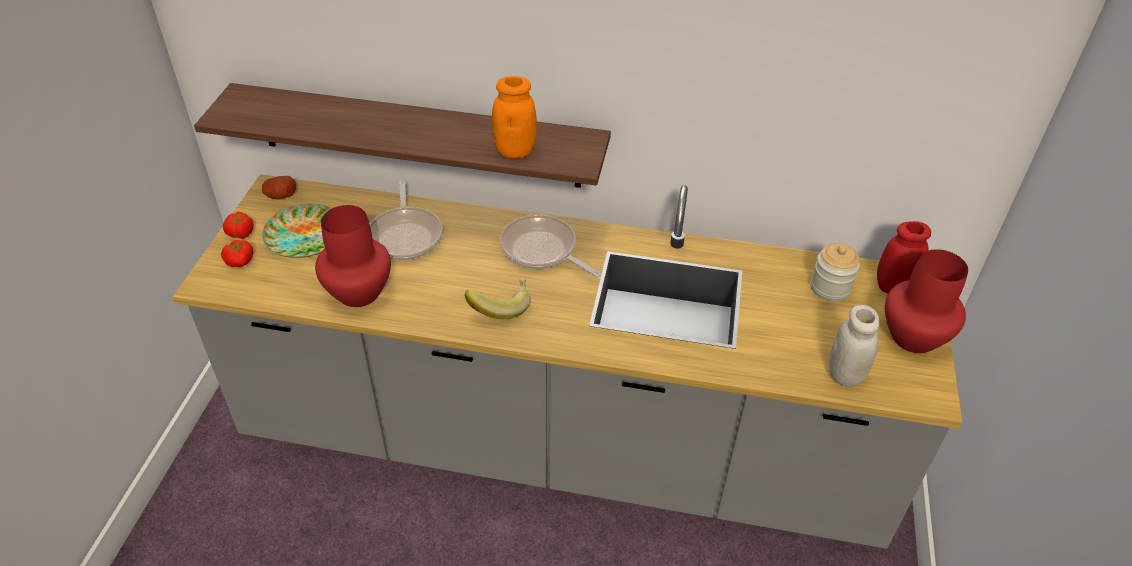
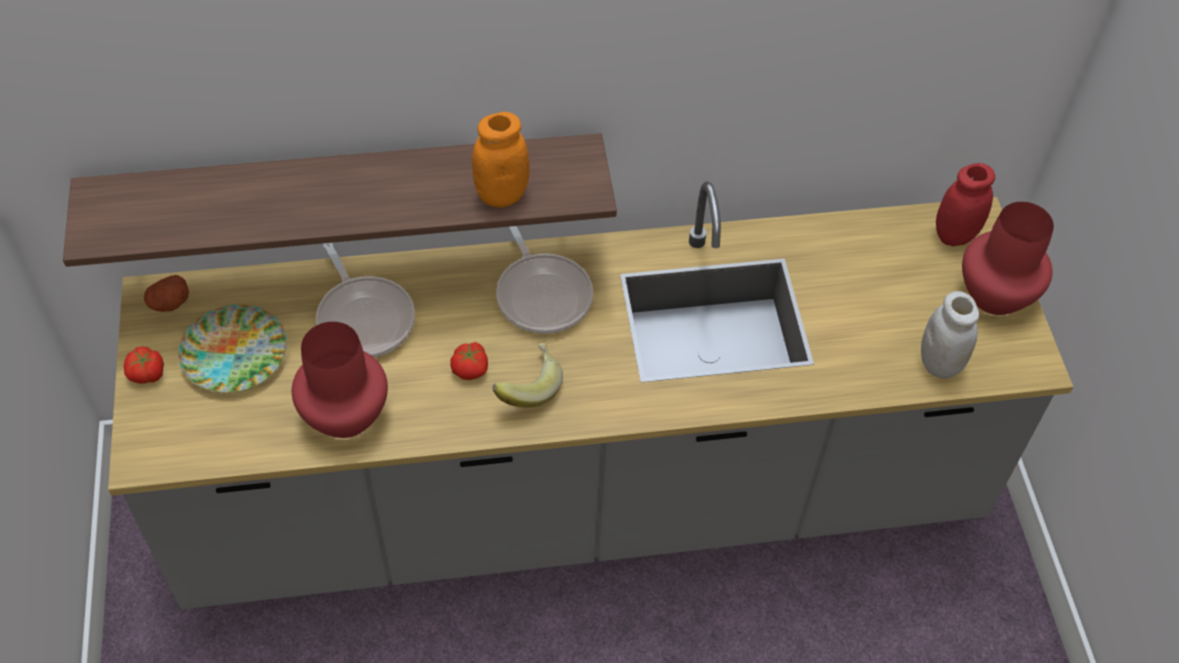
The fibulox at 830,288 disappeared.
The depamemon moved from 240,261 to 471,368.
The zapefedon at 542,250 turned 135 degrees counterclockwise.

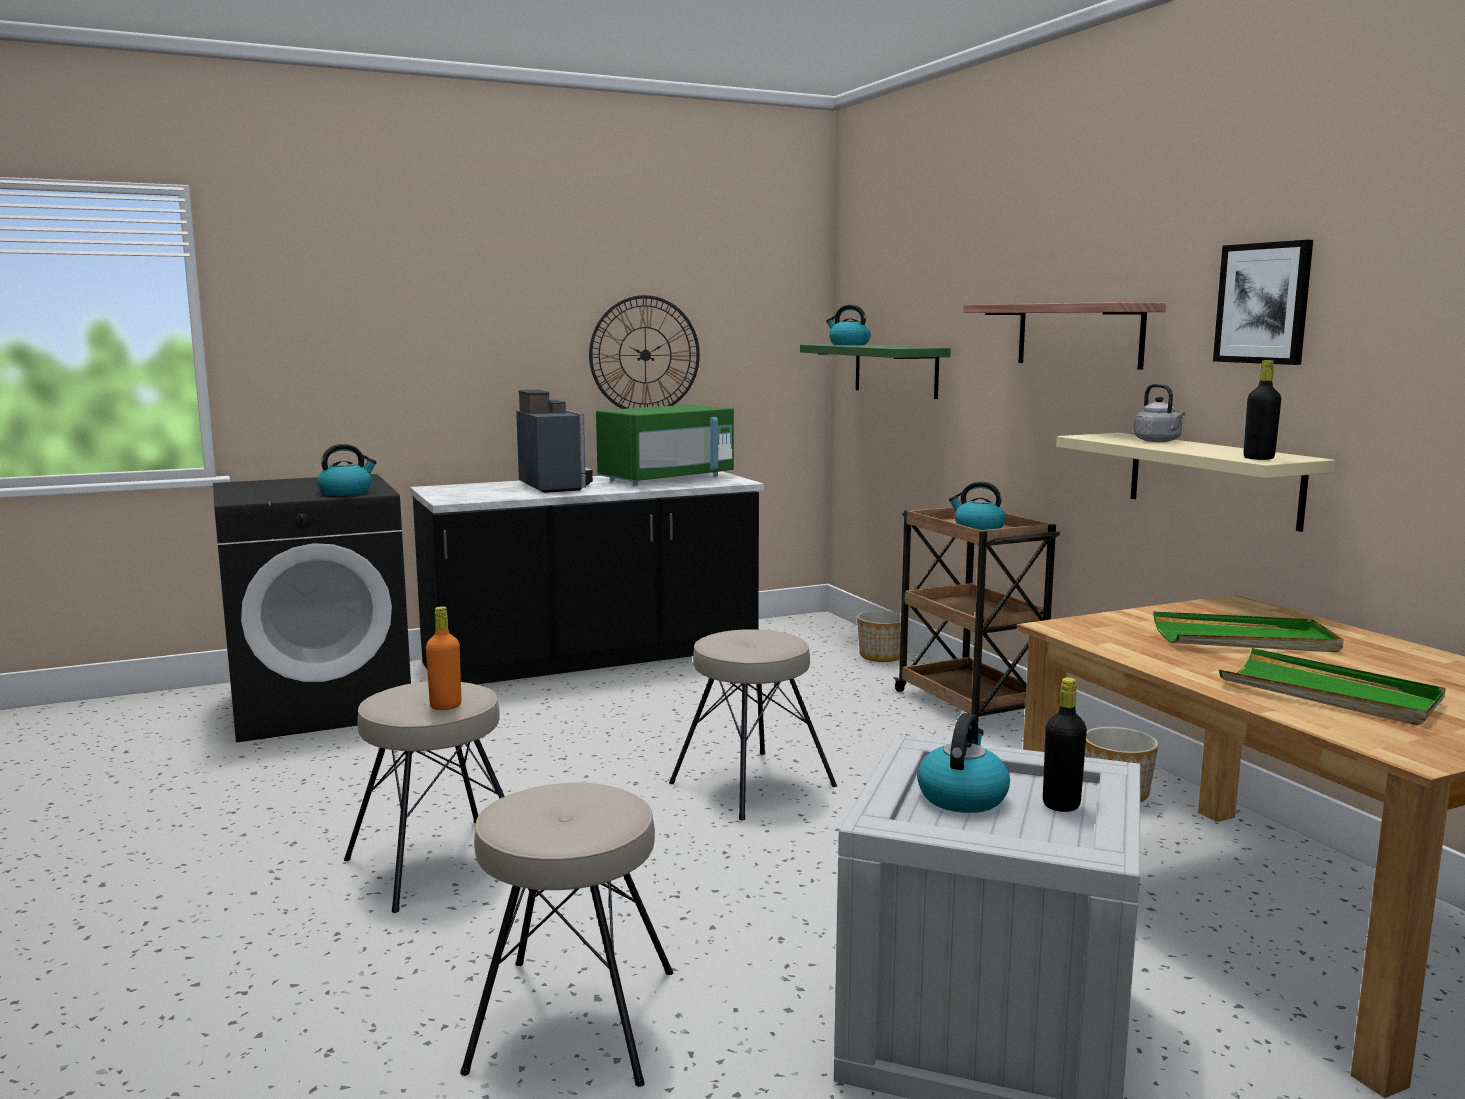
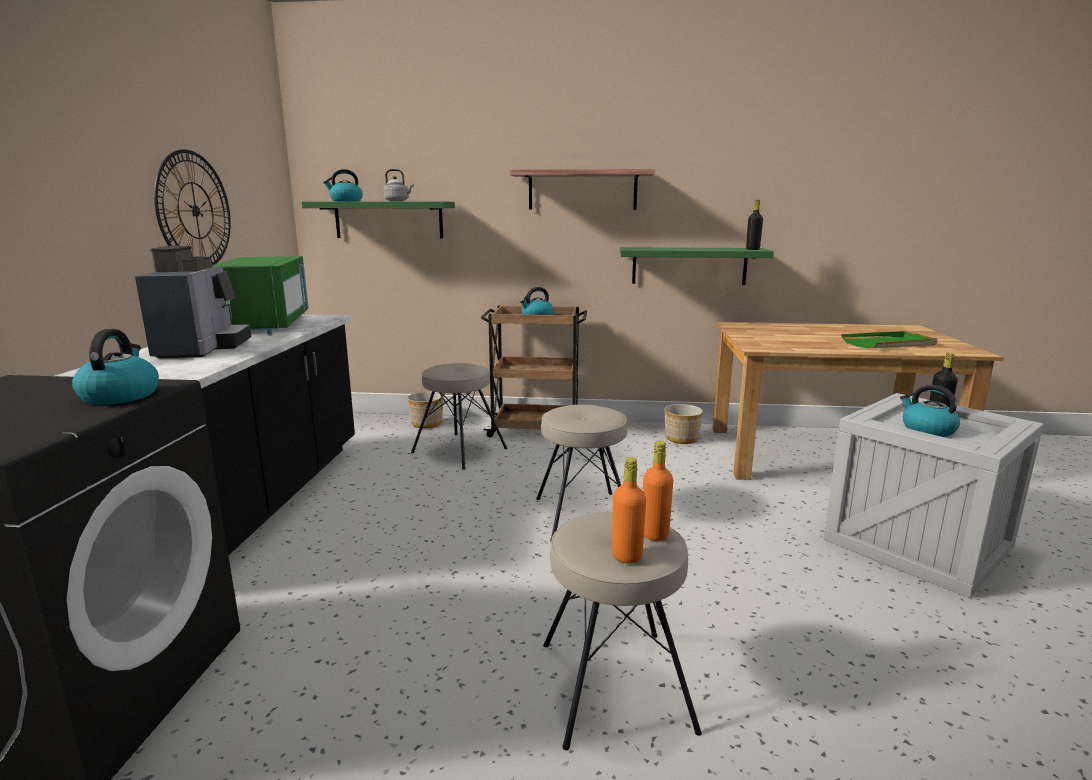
The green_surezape at 1245,639 disappeared.
The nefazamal at 1263,303 disappeared.
The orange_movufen at 627,556 appeared.
The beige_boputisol moved from 571,1019 to 459,451.
The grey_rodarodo moved from 1158,441 to 398,201.
The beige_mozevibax at 1213,479 became the green_mozevibax at 689,266.
The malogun at 556,486 turned 75 degrees clockwise.

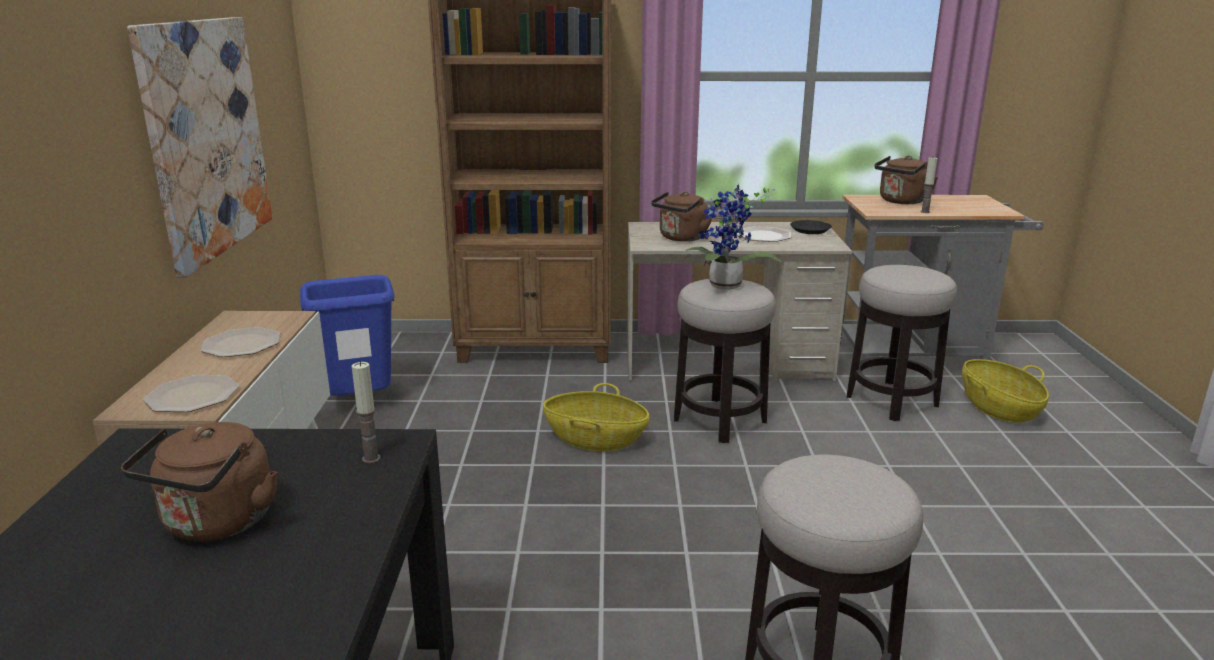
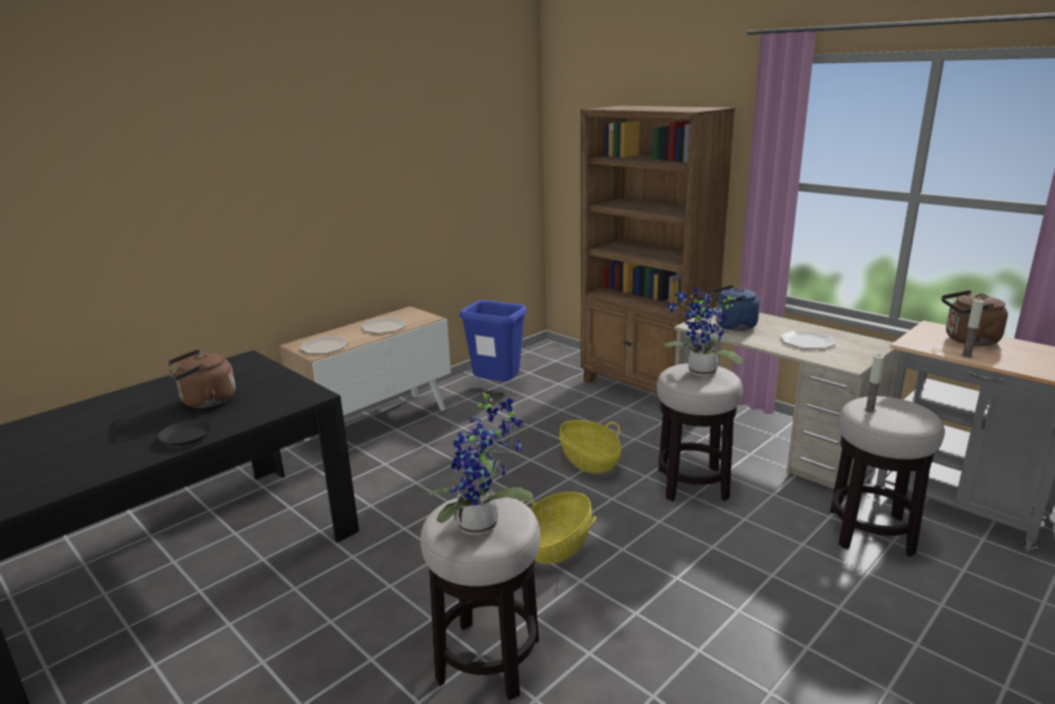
The nefazamal at 206,138 disappeared.
The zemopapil at 483,525 appeared.
The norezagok moved from 371,458 to 870,410.
The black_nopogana moved from 810,230 to 187,437.
The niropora moved from 998,408 to 557,544.
The brown_rodarodo at 681,238 became the blue_rodarodo at 732,326.

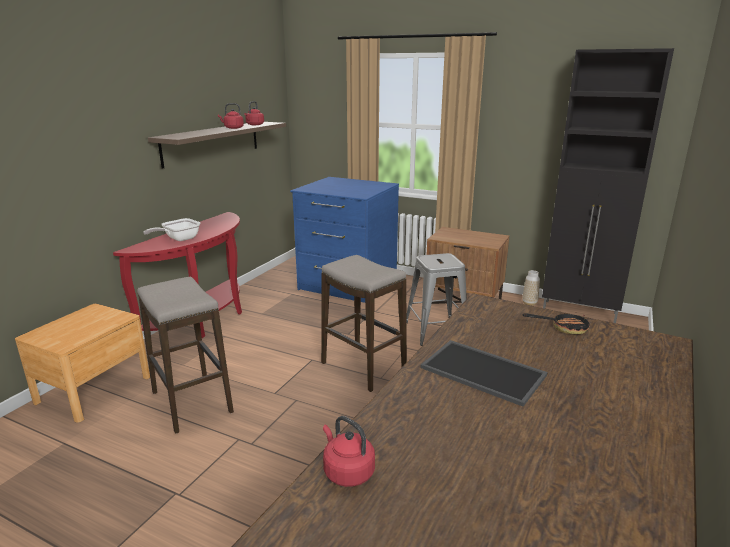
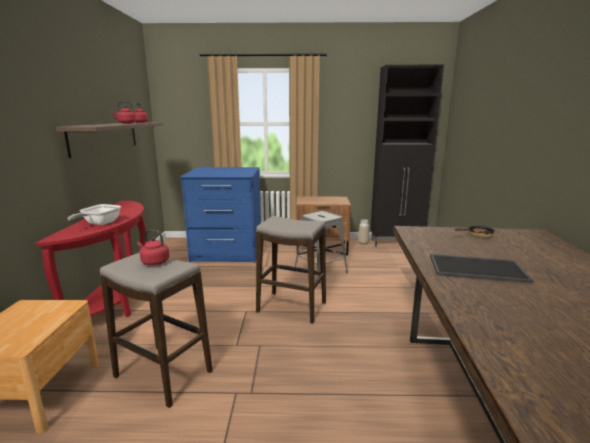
The red_rodarodo moved from 347,471 to 154,262.

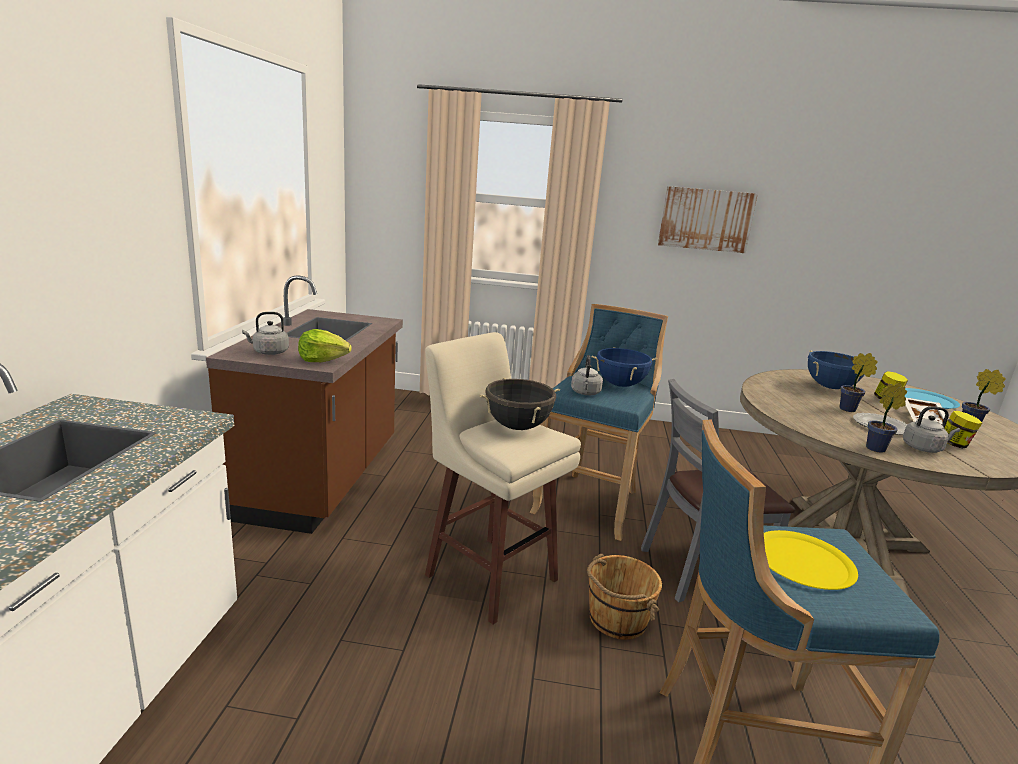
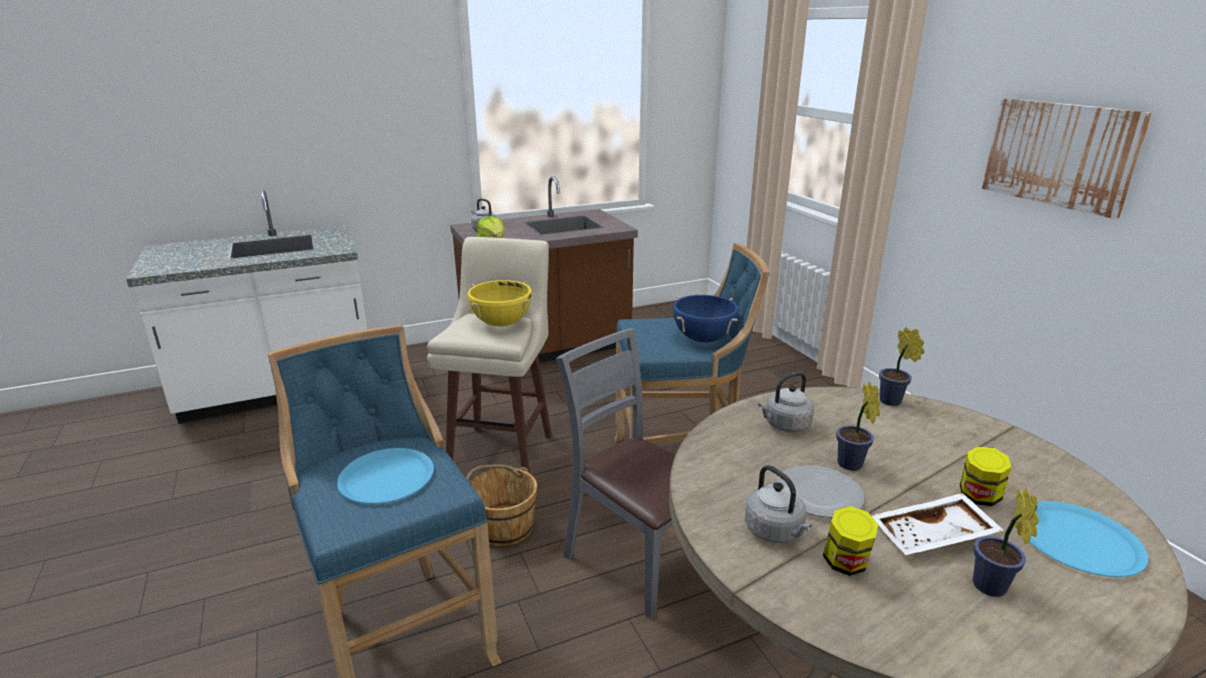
The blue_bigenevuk at 830,387 disappeared.
The grey_rodarodo moved from 585,393 to 785,425.
The zemopapil moved from 878,449 to 892,402.
The black_bigenevuk at 517,427 became the yellow_bigenevuk at 501,323.
The yellow_nopogana at 803,561 became the blue_nopogana at 387,477.

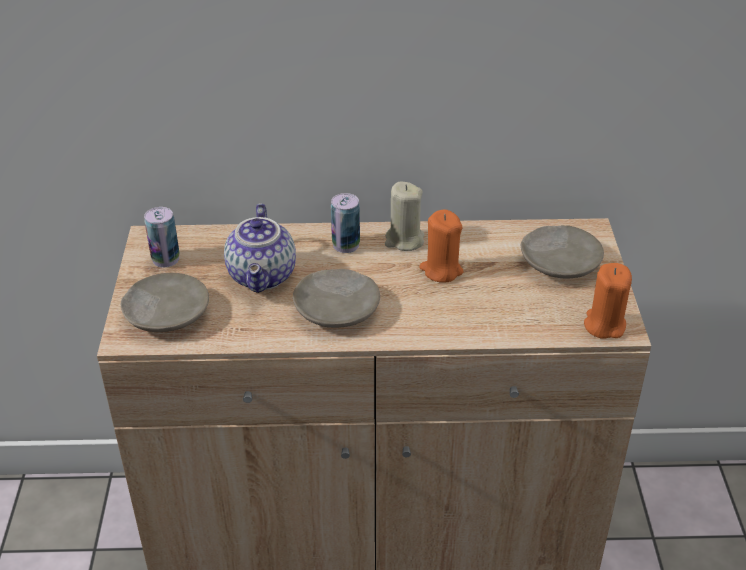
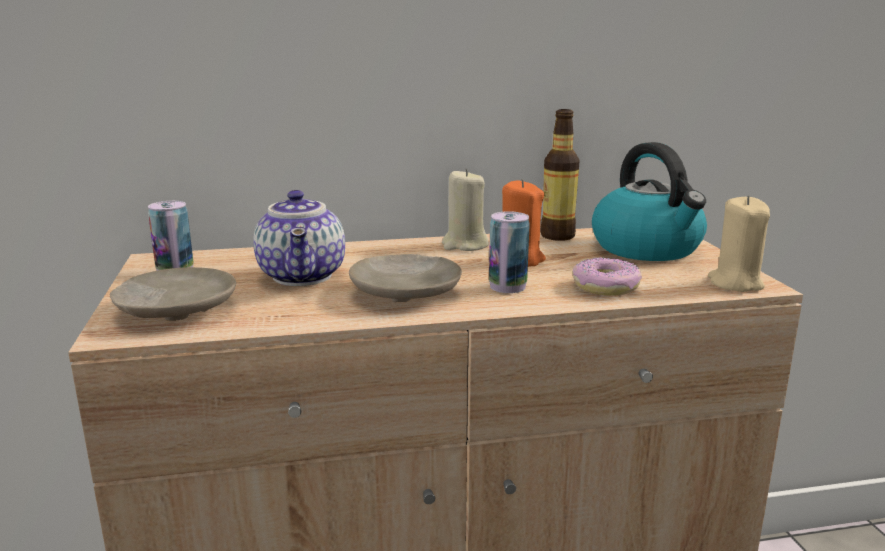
The movufen at 557,236 appeared.
The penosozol at 606,287 appeared.
The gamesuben moved from 346,245 to 507,287.
The beige_nopogana at 560,262 was replaced by the rodarodo at 648,248.
The orange_norezagok at 604,325 became the beige_norezagok at 735,283.

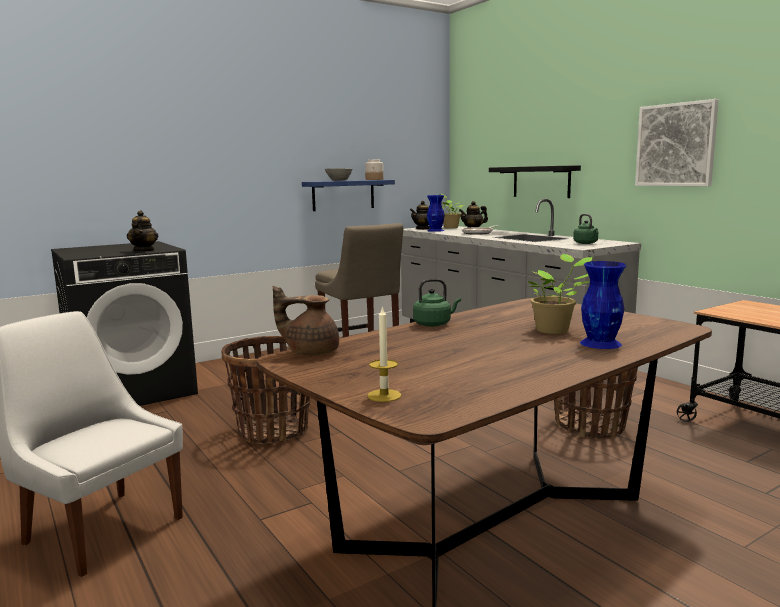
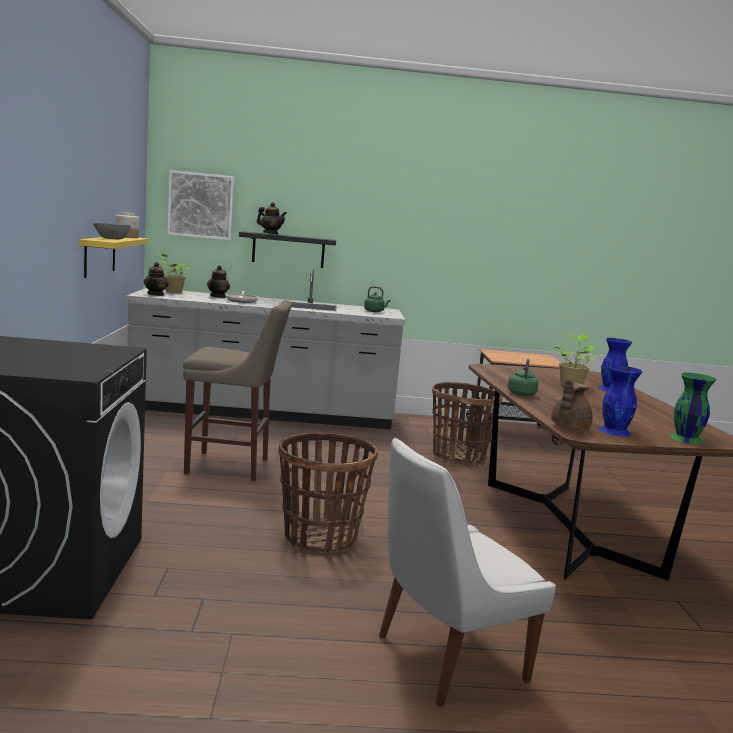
The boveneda moved from 144,250 to 270,233.
The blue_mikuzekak moved from 435,230 to 615,431.
The nefazamal moved from 676,145 to 201,205.
The norezagok at 384,395 was replaced by the green_mikuzekak at 685,438.
The blue_mozevibax at 343,195 became the yellow_mozevibax at 100,255.

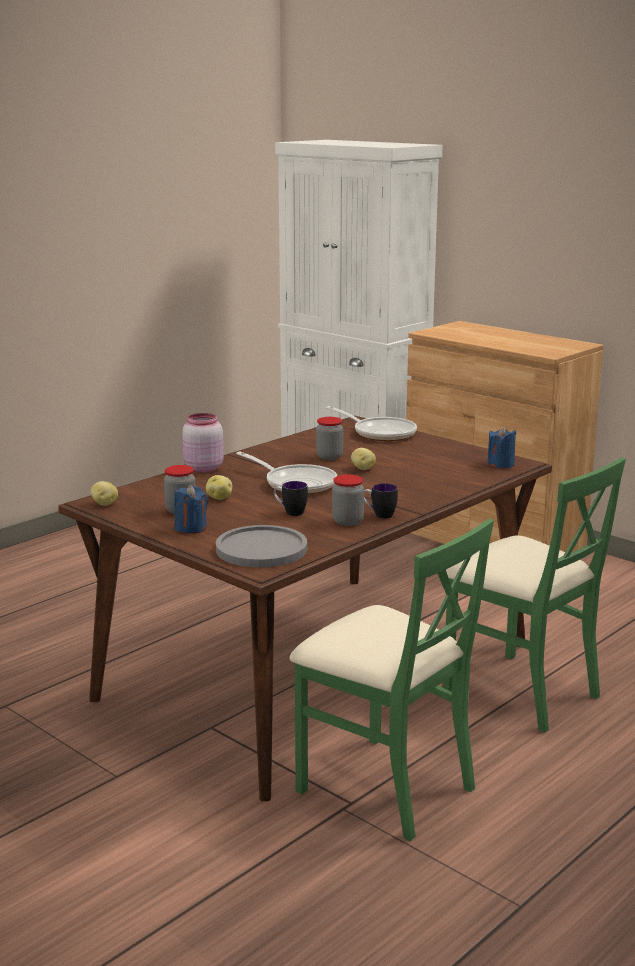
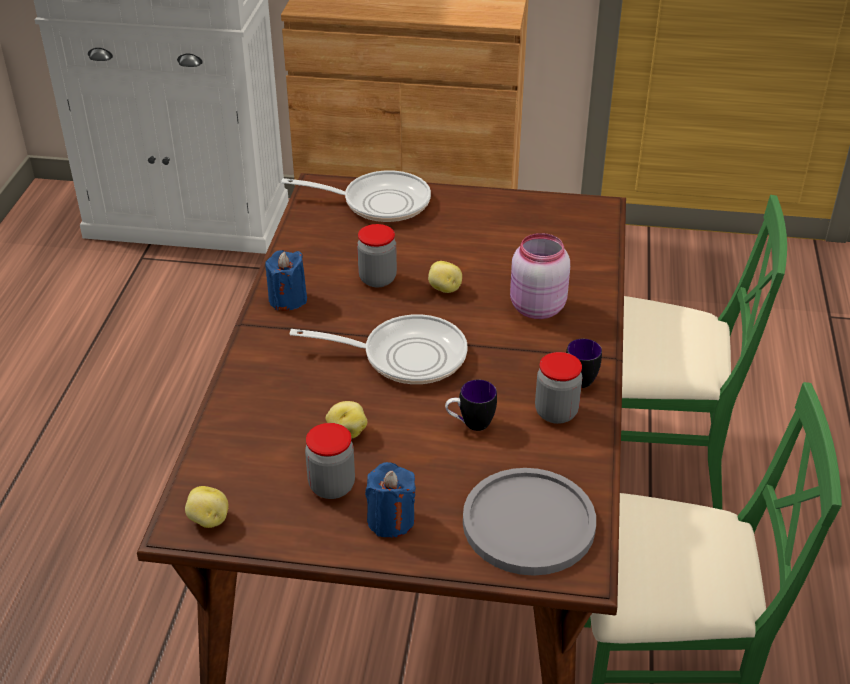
The pink_fibulox moved from 202,468 to 535,308.
The blue_norezagok moved from 500,464 to 288,299.

